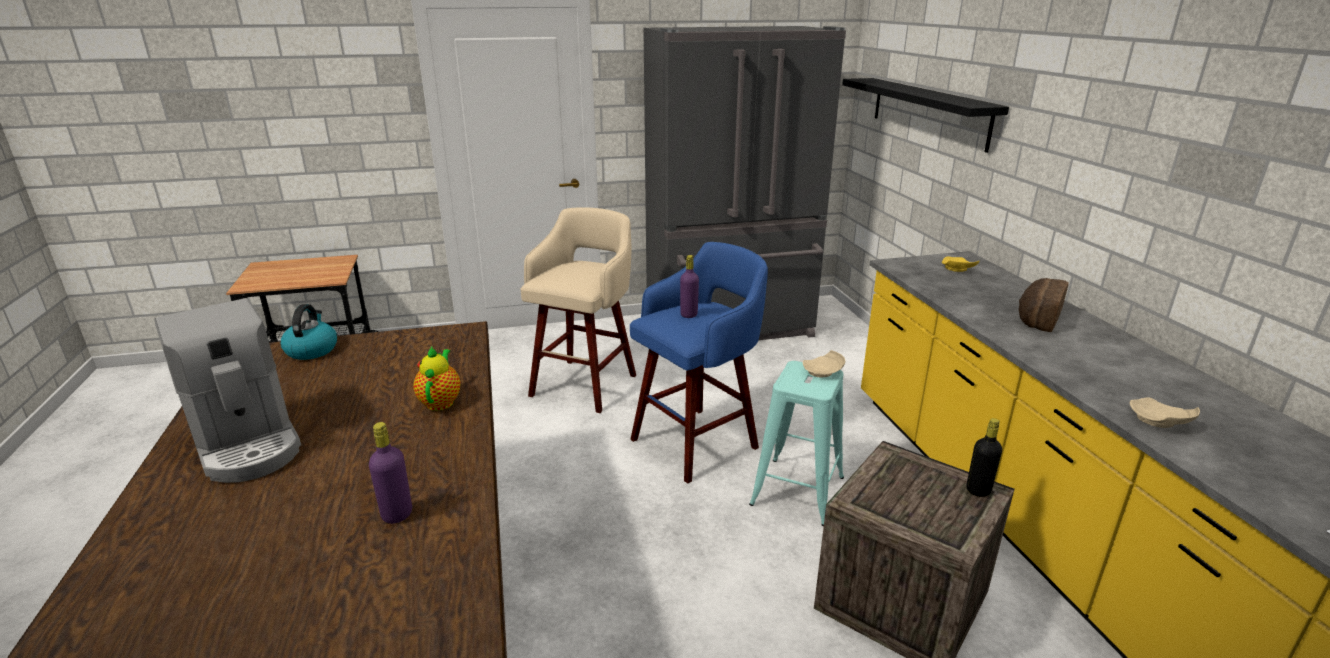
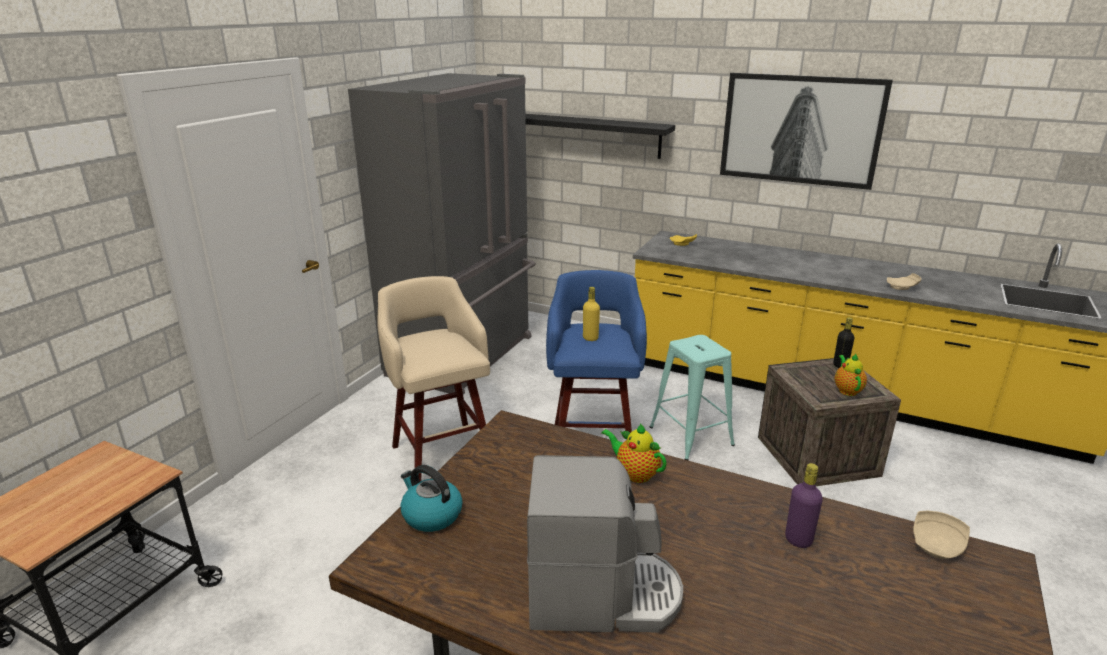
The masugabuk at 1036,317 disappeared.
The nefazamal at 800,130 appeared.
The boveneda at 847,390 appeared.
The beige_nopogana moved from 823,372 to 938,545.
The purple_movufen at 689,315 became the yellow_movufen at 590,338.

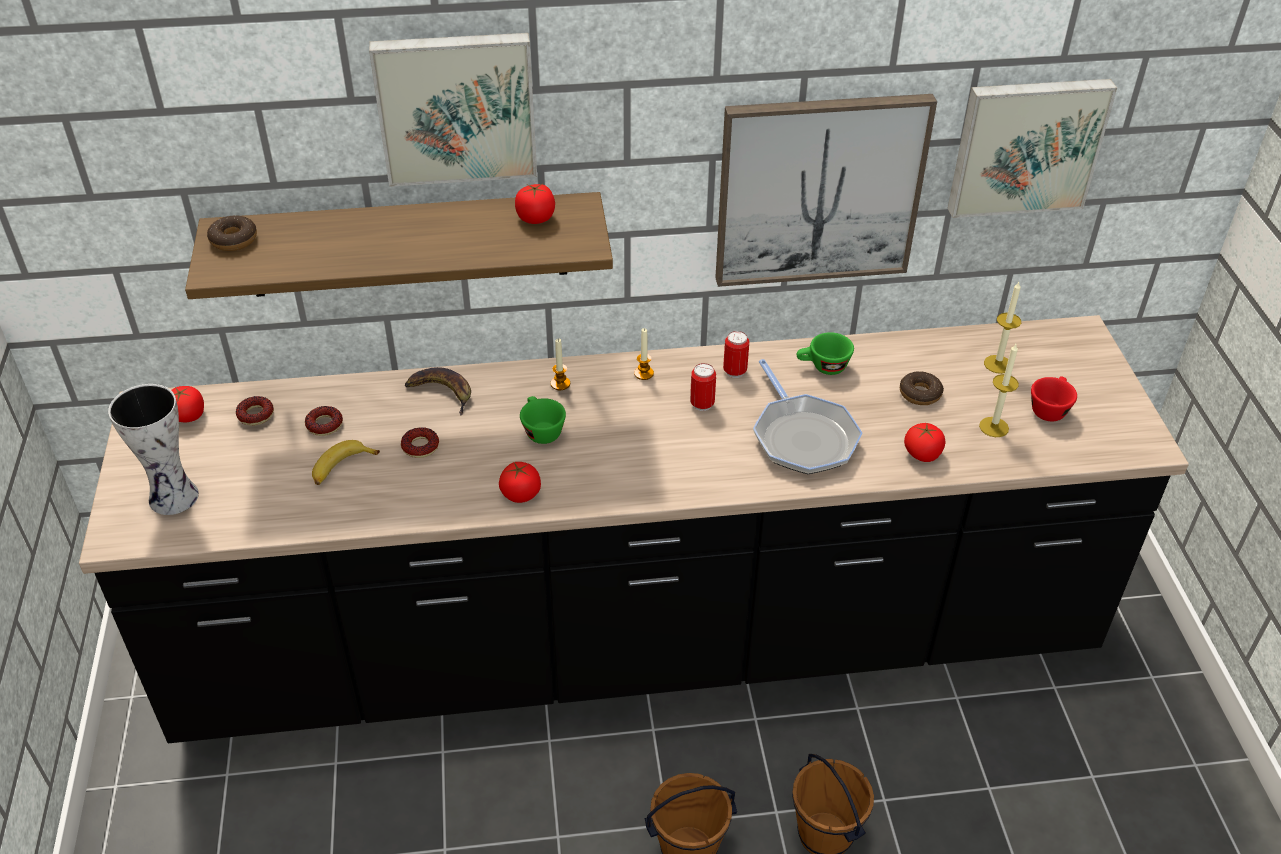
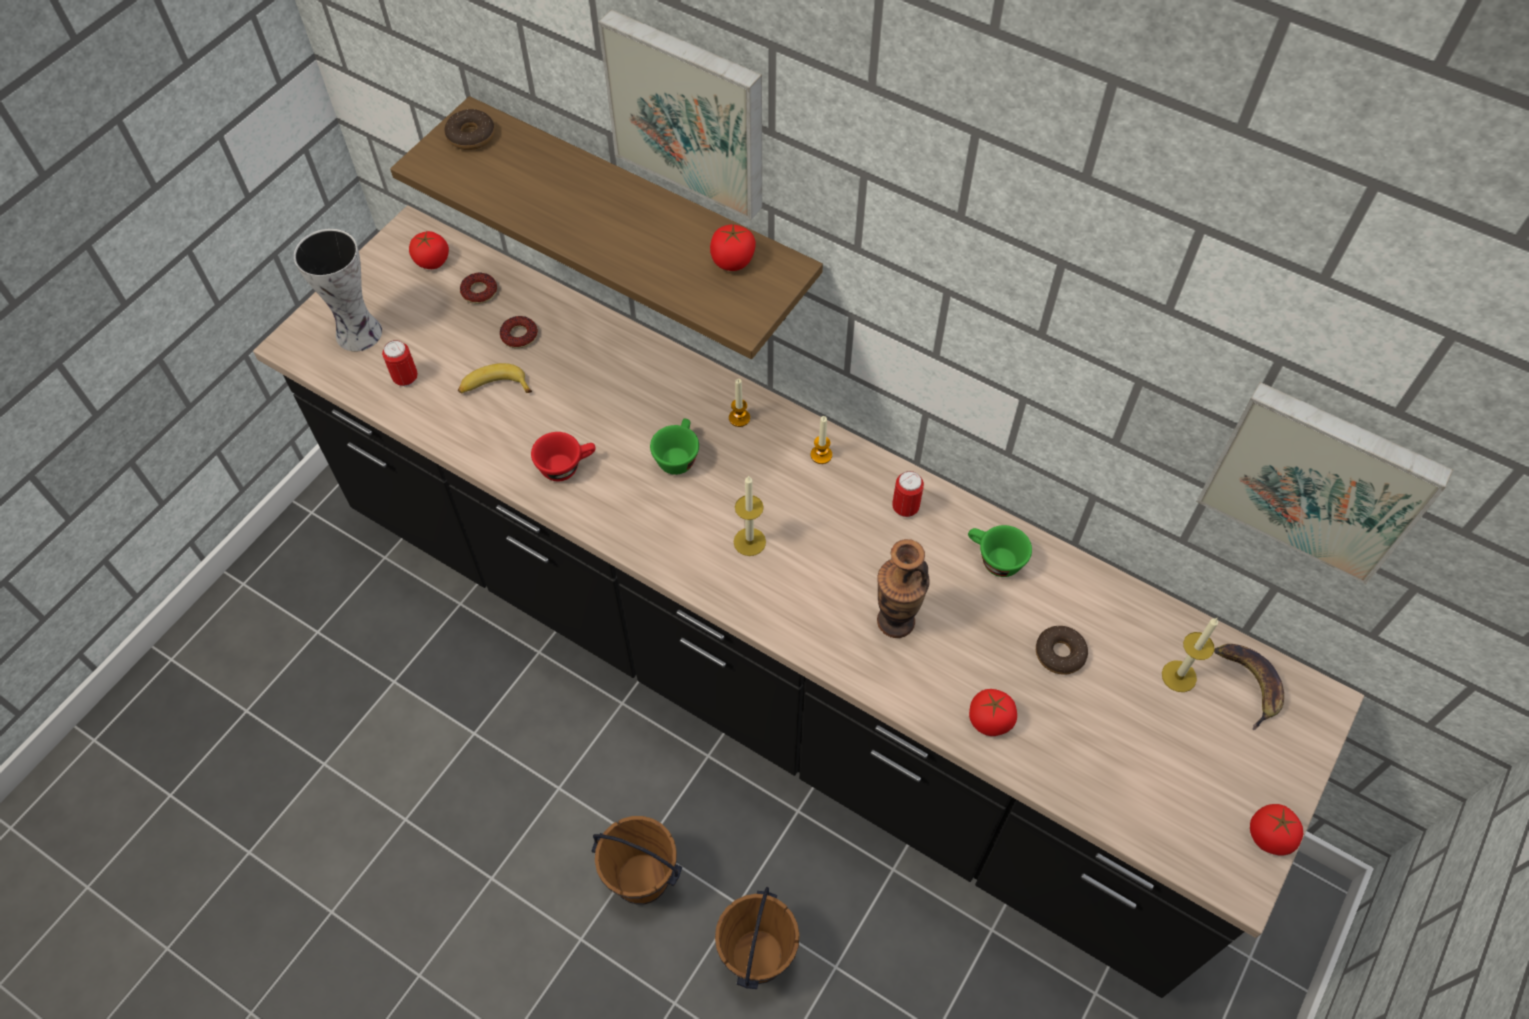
The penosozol at 420,446 disappeared.
The nefazamal at 819,189 disappeared.
The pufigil moved from 442,392 to 1249,684.
The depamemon moved from 521,494 to 1270,836.
The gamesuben moved from 702,404 to 405,378.
The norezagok moved from 994,427 to 749,541.
The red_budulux moved from 1049,408 to 566,466.
The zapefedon at 802,437 was replaced by the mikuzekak at 895,621.

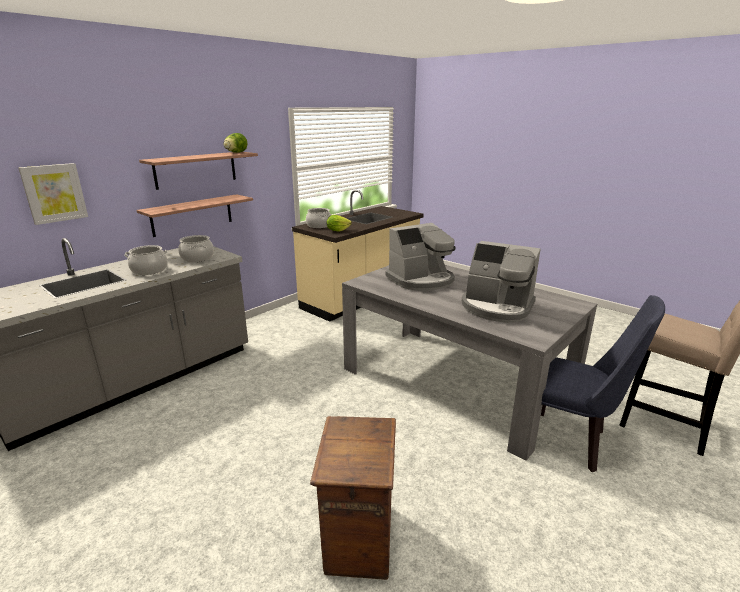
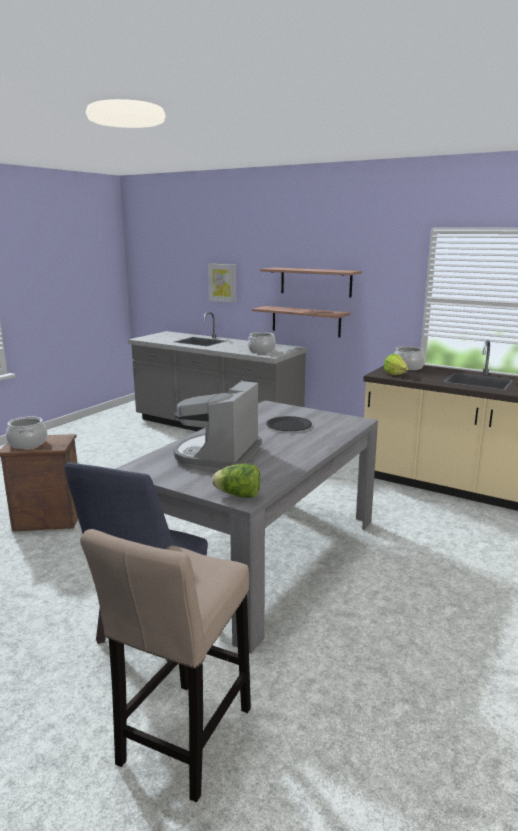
The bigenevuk moved from 149,270 to 28,443.
The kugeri moved from 235,153 to 238,495.
The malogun at 421,280 was replaced by the black_nopogana at 289,425.

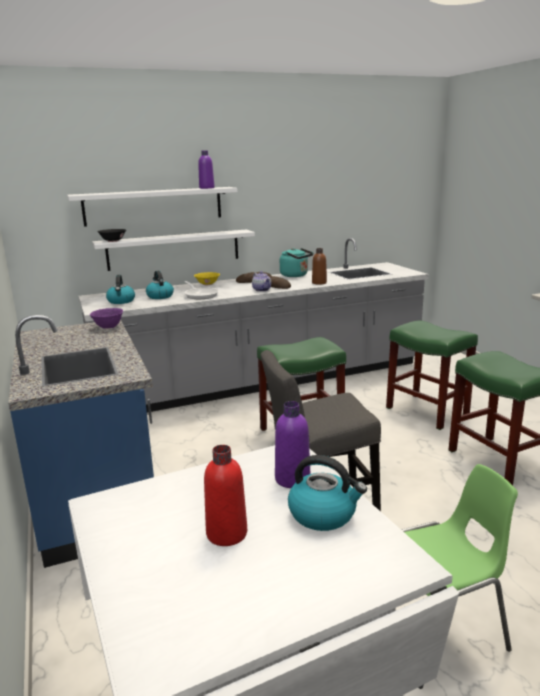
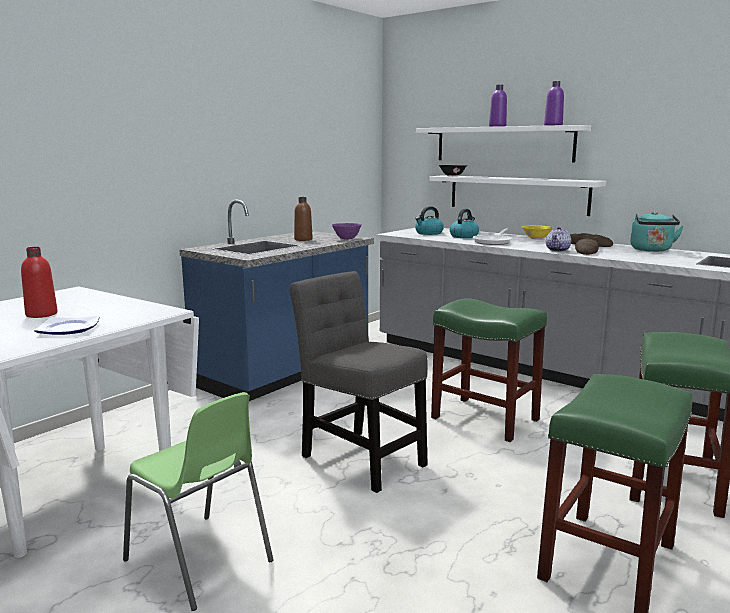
The purple_movufen moved from 292,479 to 497,126.
The brown_movufen moved from 319,283 to 303,239.
The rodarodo at 323,514 was replaced by the nopogana at 70,329.

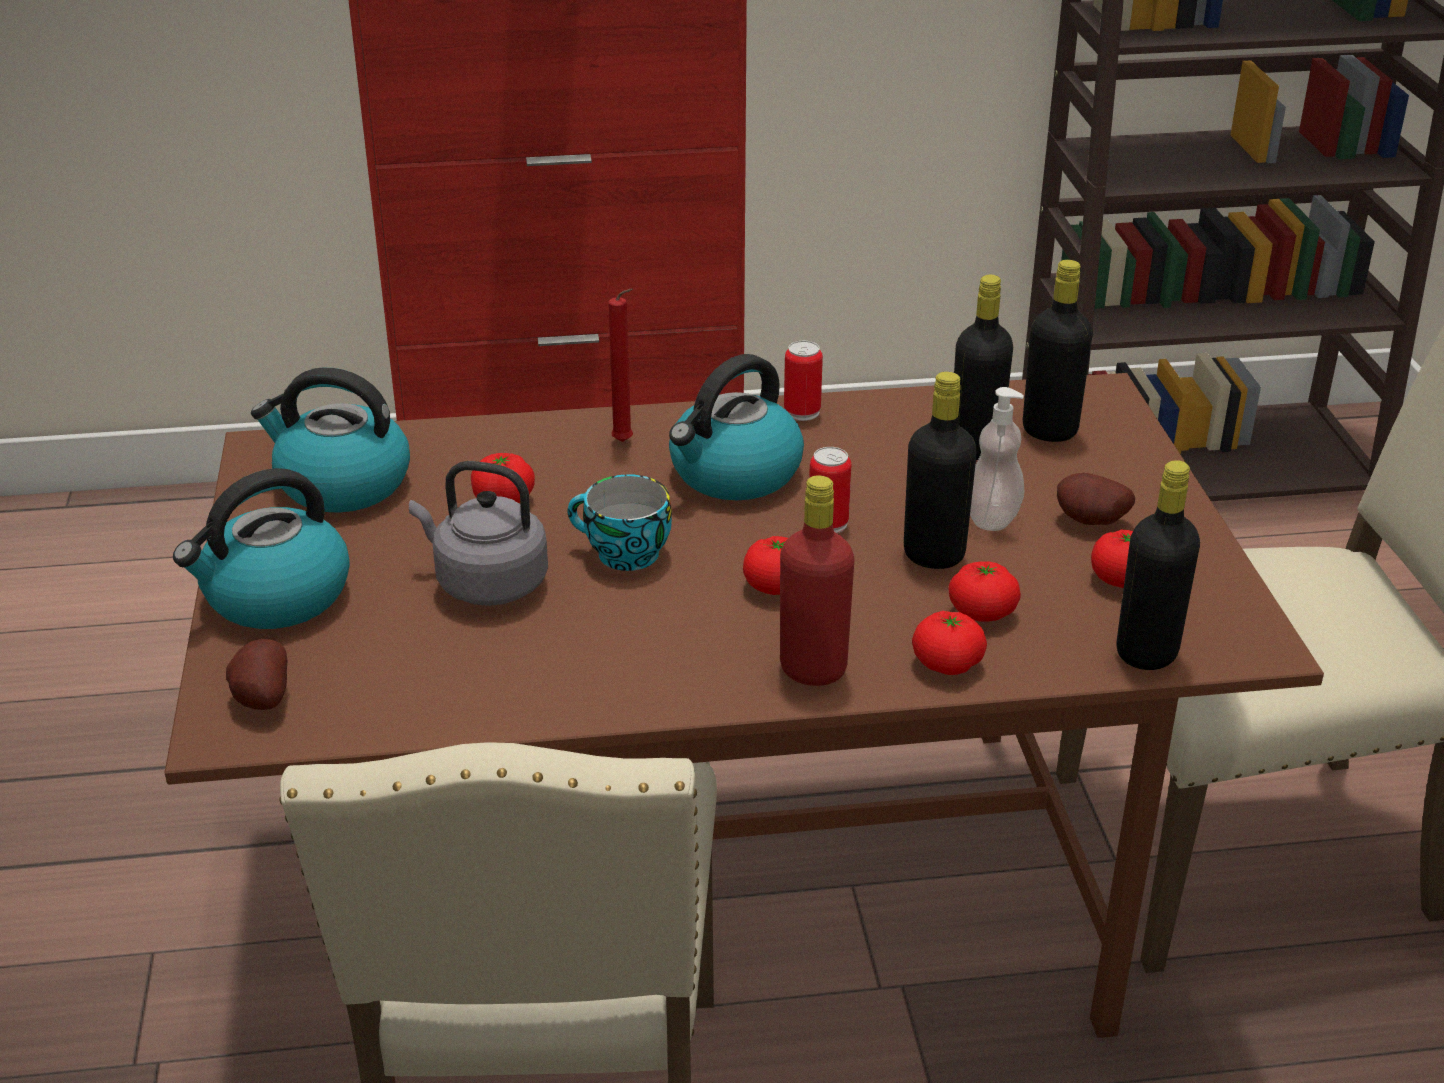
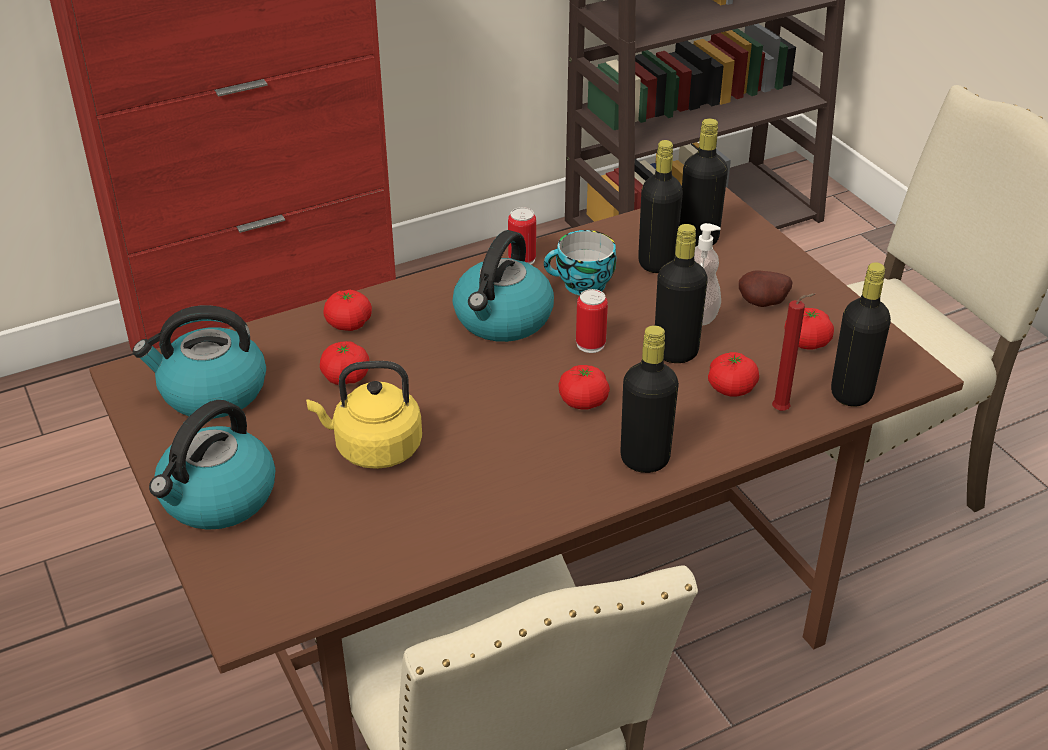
The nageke at 260,699 disappeared.
The budulux moved from 623,555 to 582,285.
The red_norezagok moved from 625,443 to 783,411.
The depamemon moved from 947,664 to 349,324.
The grey_rodarodo at 486,583 became the yellow_rodarodo at 373,448.
The red_movufen at 813,669 became the black_movufen at 645,459.

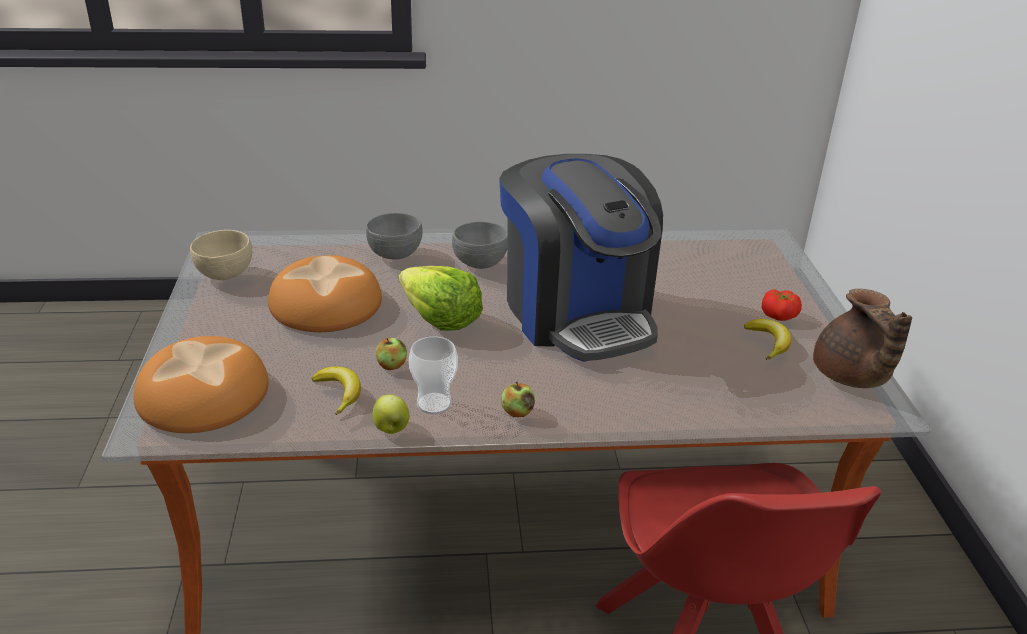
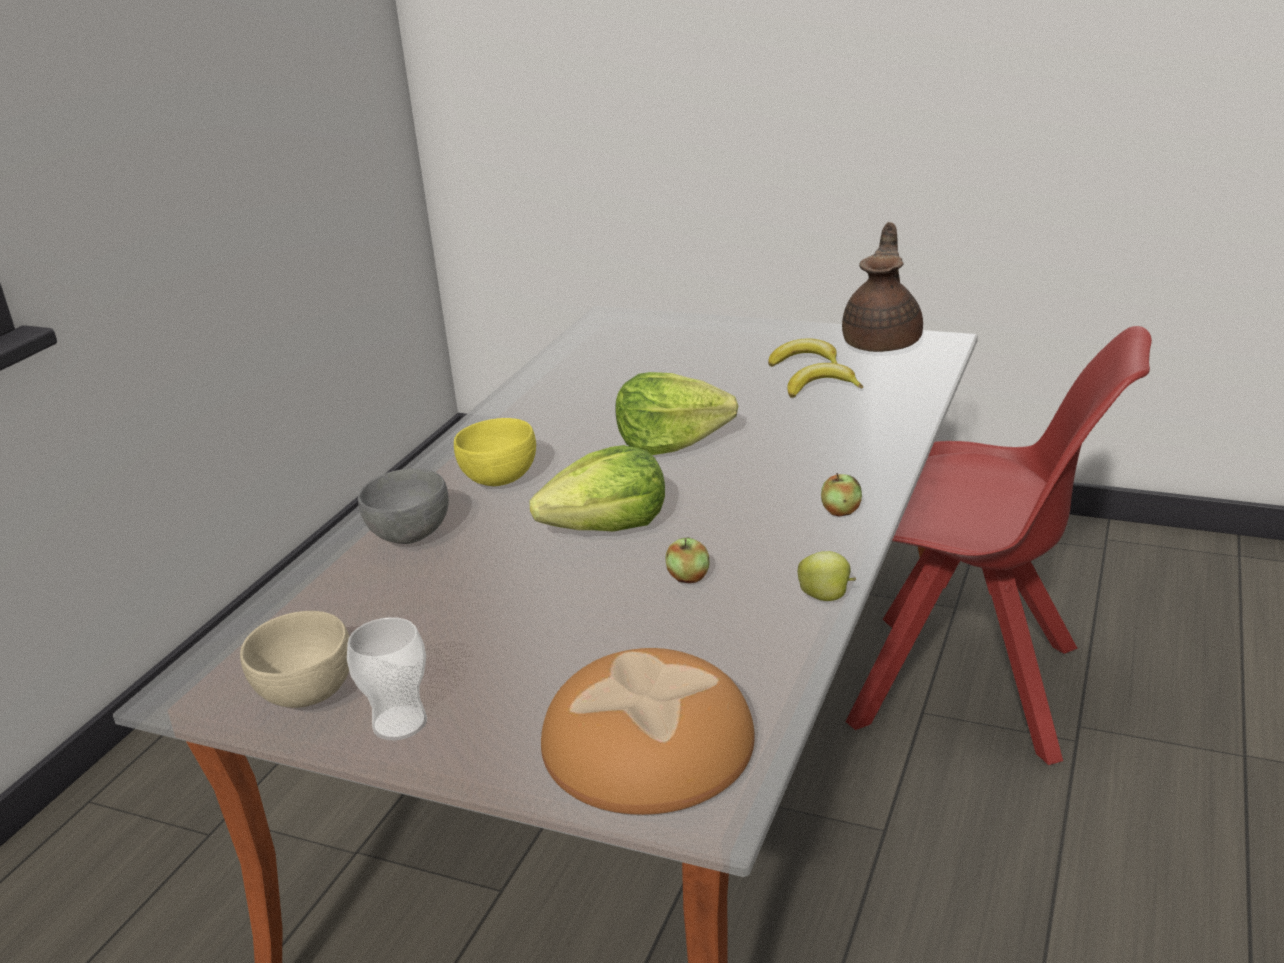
The masugabuk at 324,304 disappeared.
The depamemon at 779,316 disappeared.
The pufigil moved from 339,393 to 822,388.
The budulux moved from 434,404 to 400,723.
The malogun at 577,313 was replaced by the kugeri at 671,441.
The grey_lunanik at 480,264 became the yellow_lunanik at 501,480.
The brown_boveneda at 851,376 turned 90 degrees counterclockwise.

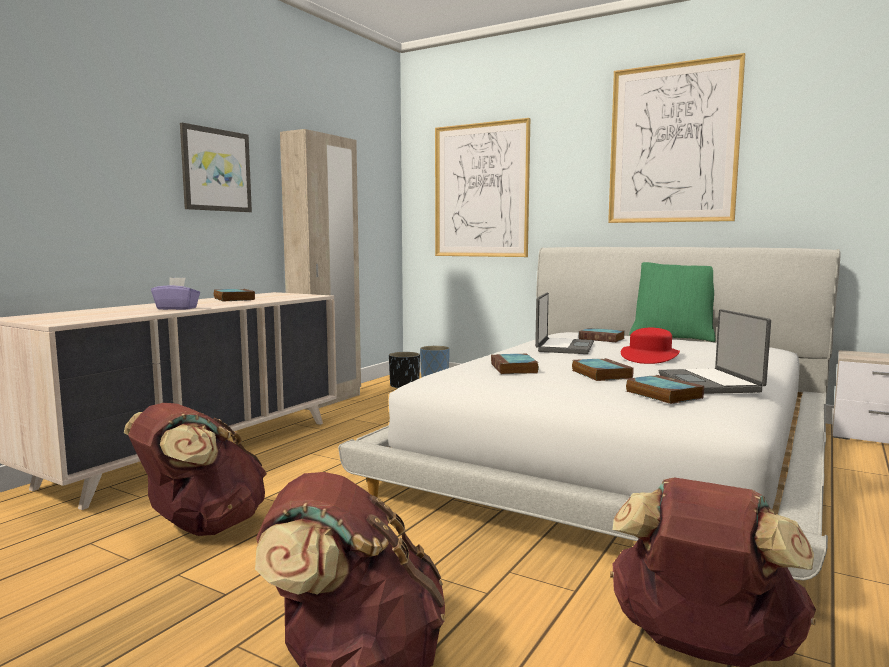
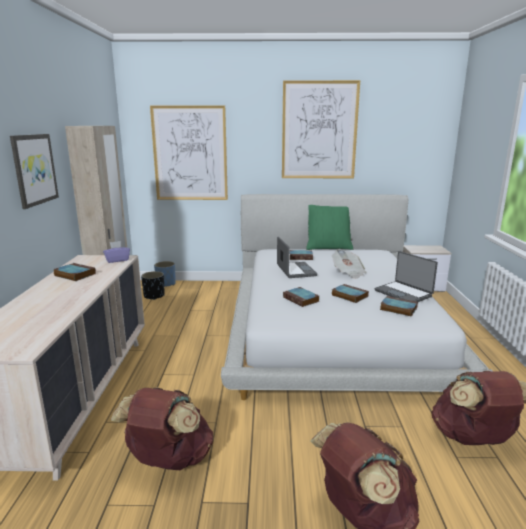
The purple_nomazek moved from 177,308 to 117,260.
The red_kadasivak at 650,357 was replaced by the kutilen at 348,273.

